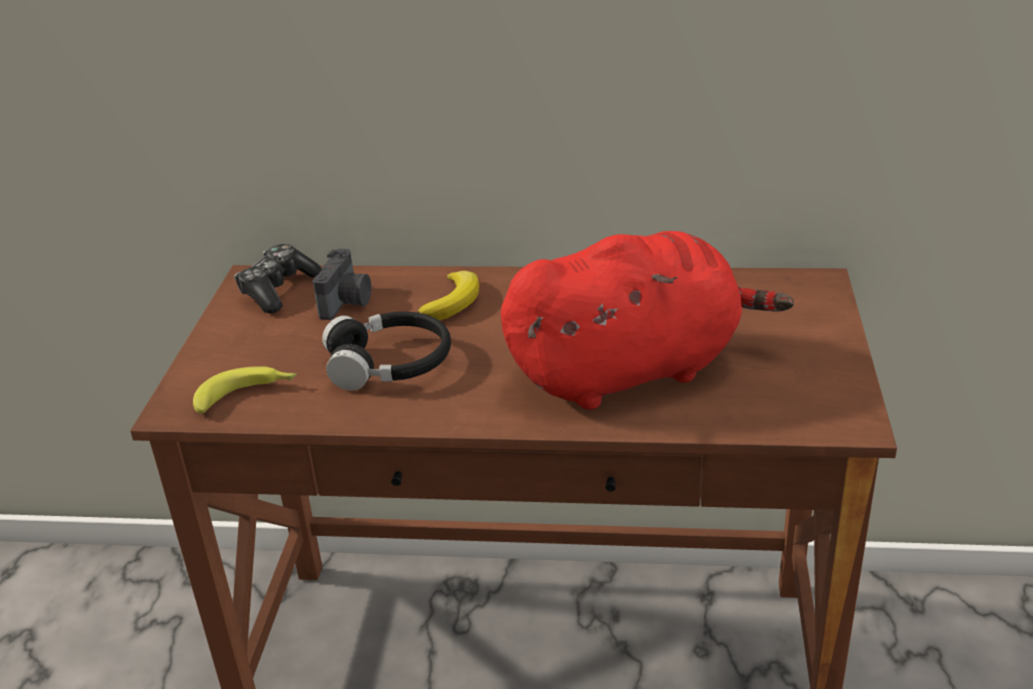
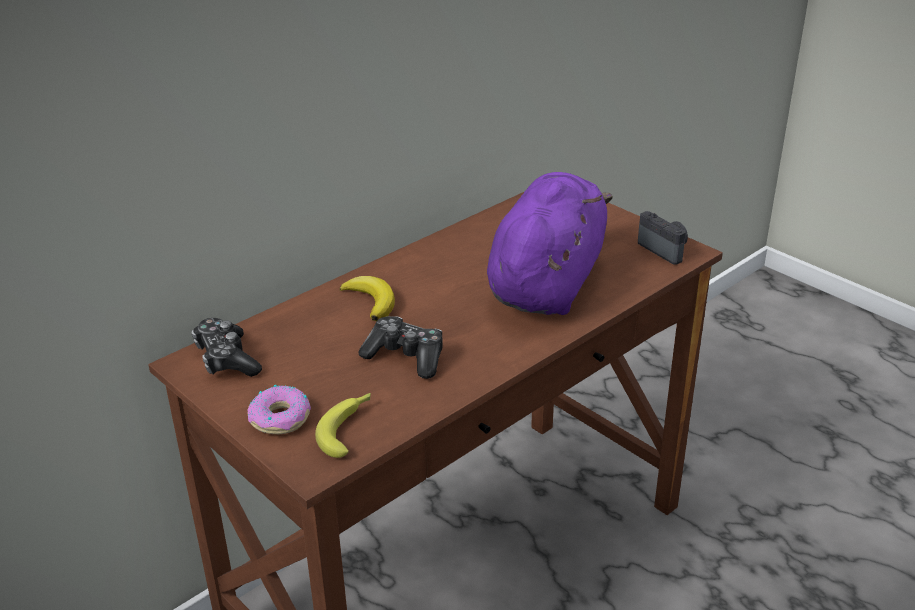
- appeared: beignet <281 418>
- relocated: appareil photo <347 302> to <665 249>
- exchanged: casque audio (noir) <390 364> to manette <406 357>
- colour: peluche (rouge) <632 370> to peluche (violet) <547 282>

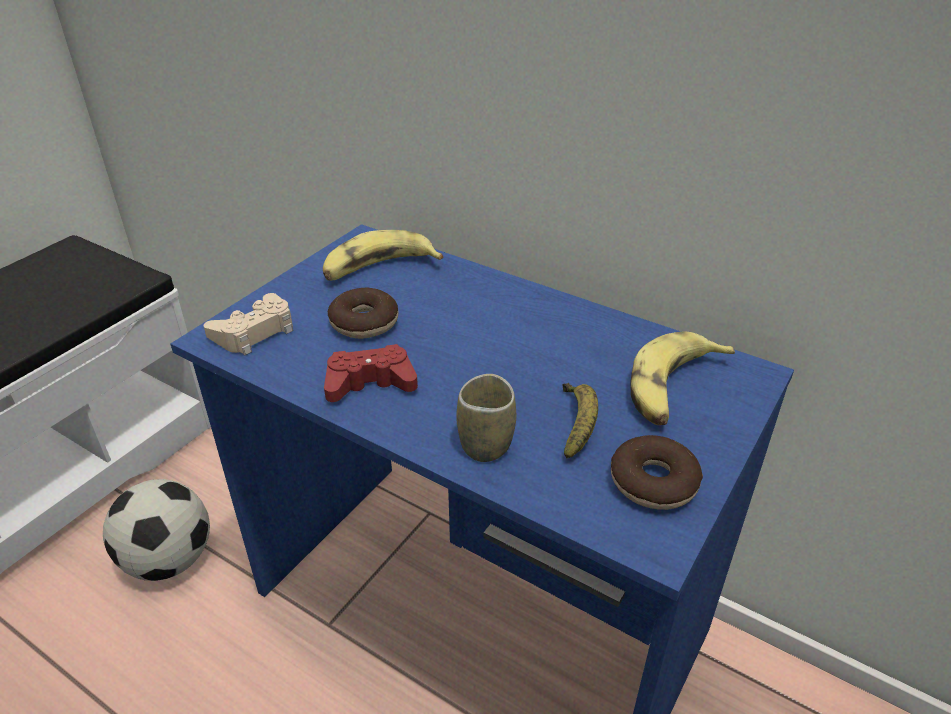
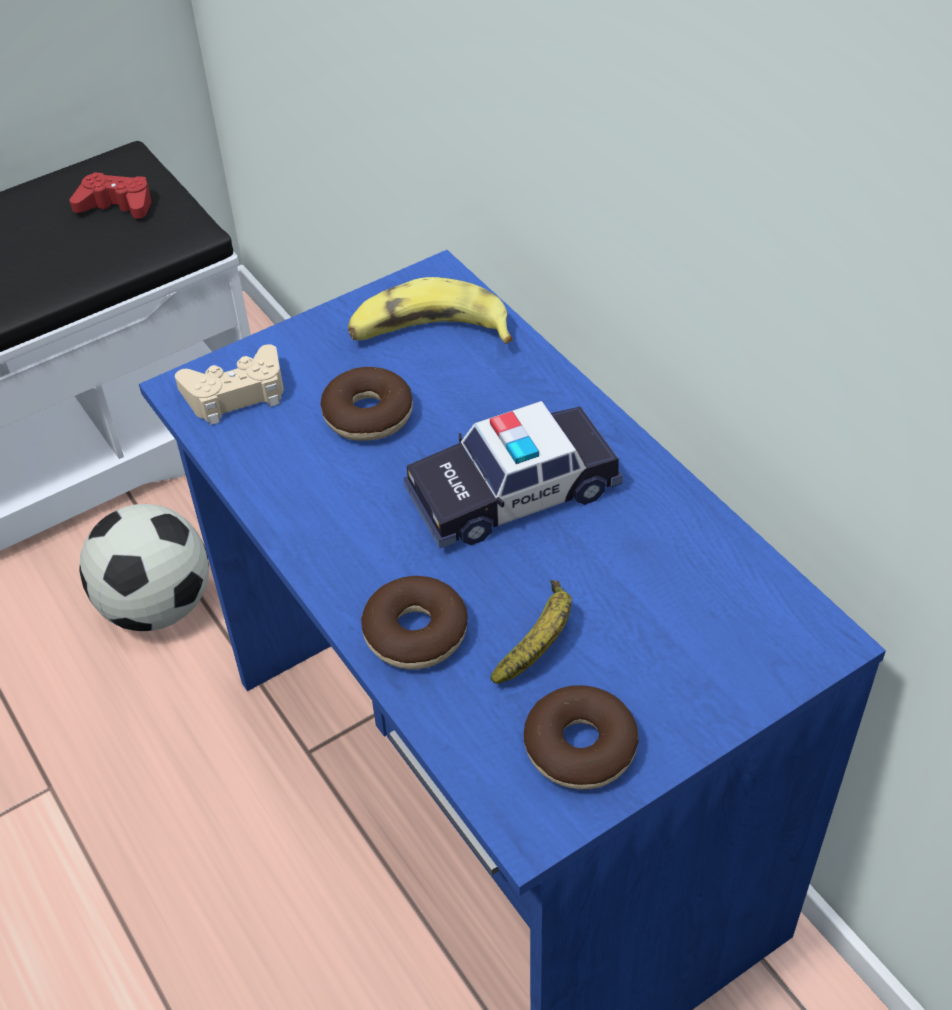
- missing: banane <673 389>
- appeared: petite voiture <513 492>
- relocated: manette (rouge) <370 383> to <116 205>
- exchanged: tasse <486 444> to beignet <415 633>

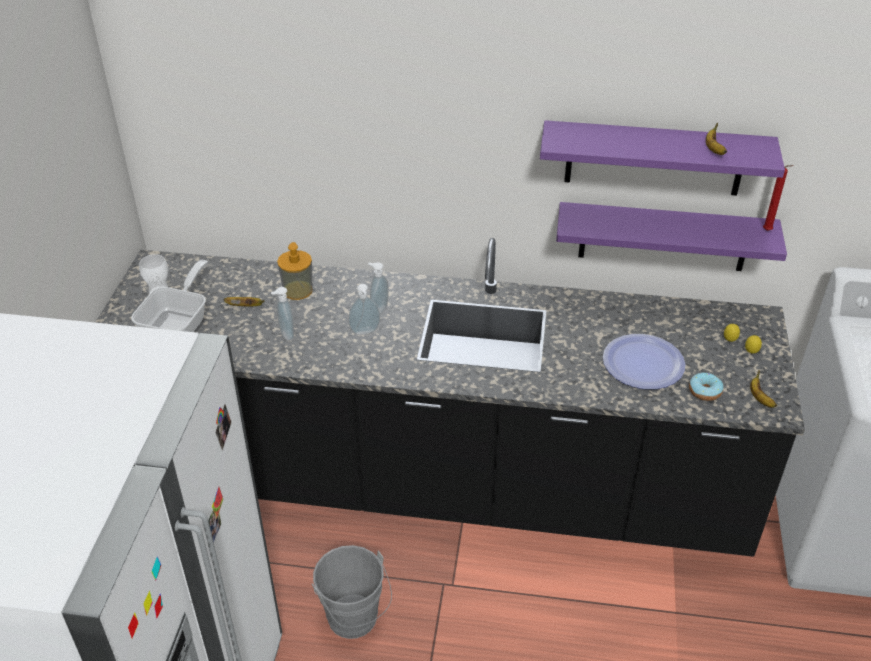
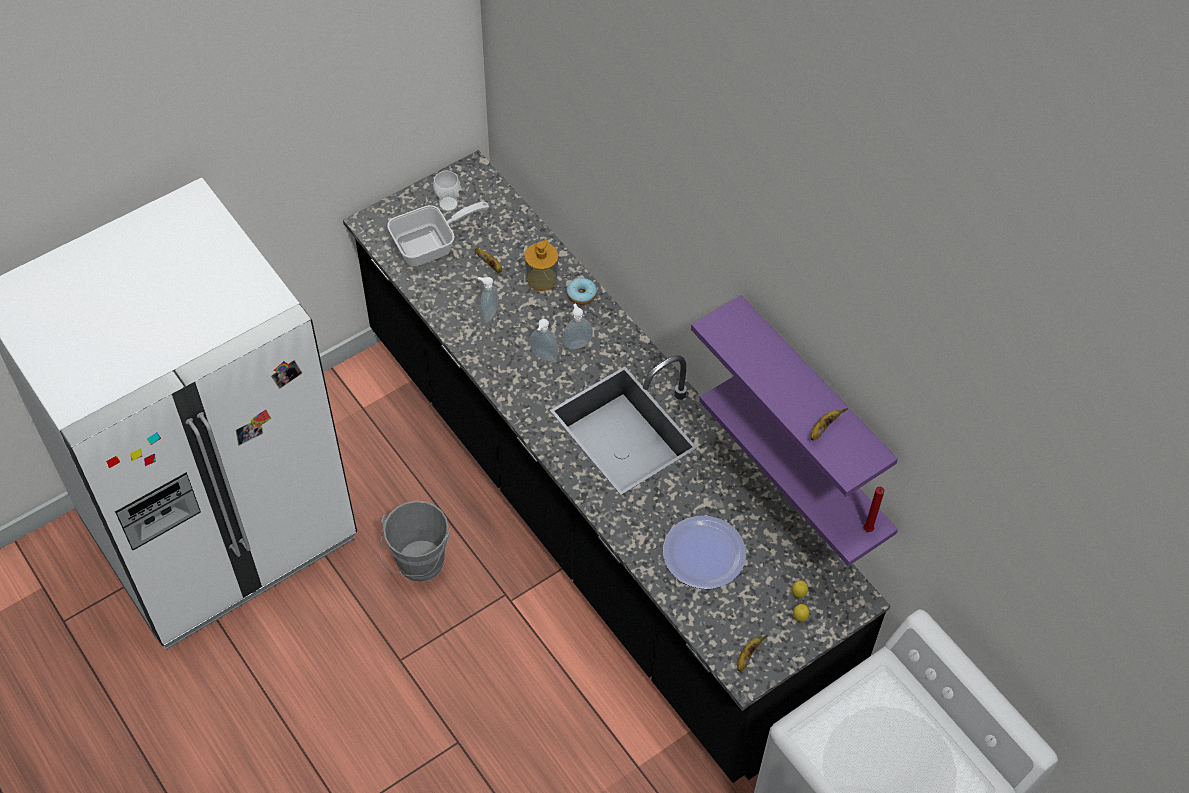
- relocated: beignet <704 391> to <581 295>

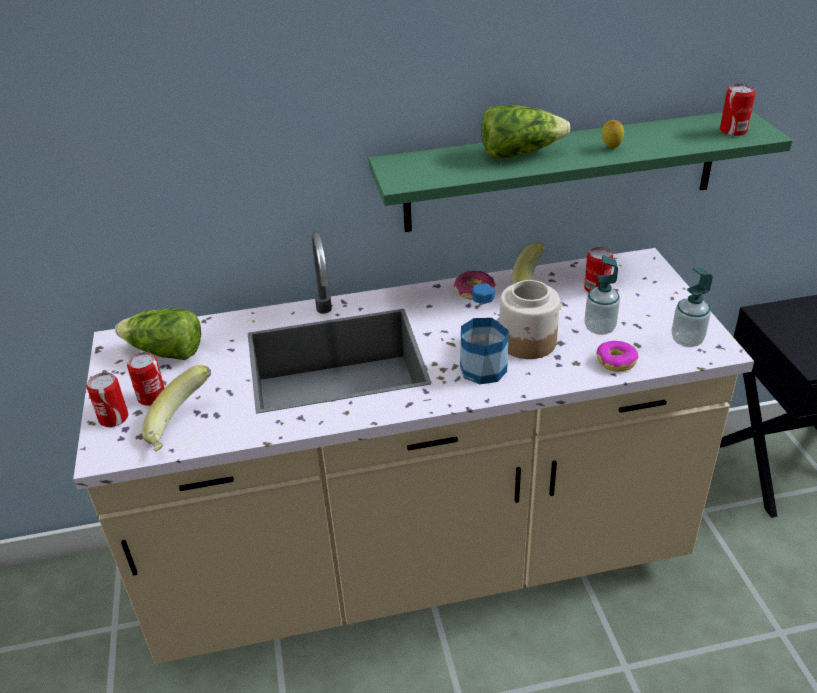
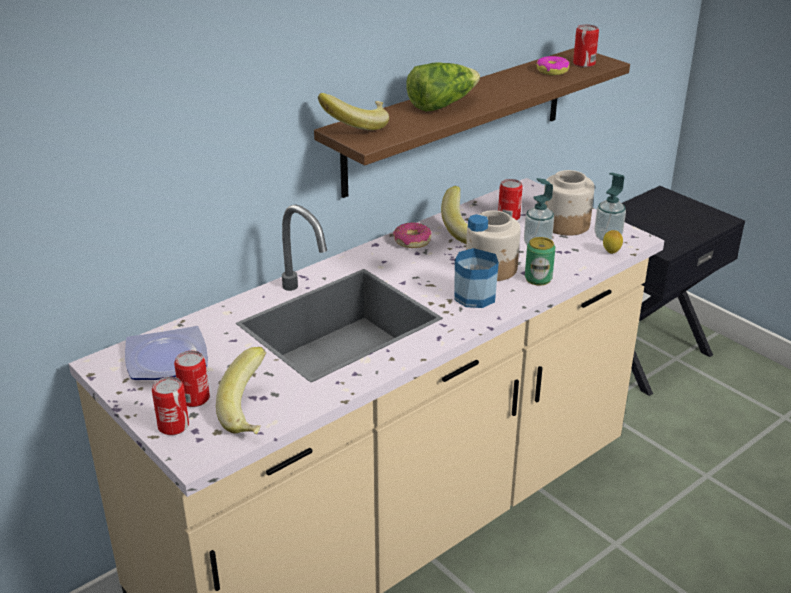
- appeared: banane <355 126>
- appeared: boîte métallique <538 279>
- appeared: bocal <565 224>
- relocated: beignet <616 361> to <552 71>
- relocated: citron <611 148> to <611 253>
- exchanged: laitue <165 352> to assiette <168 360>
- colour: étagère (vert) <561 171> to étagère (marron) <457 120>

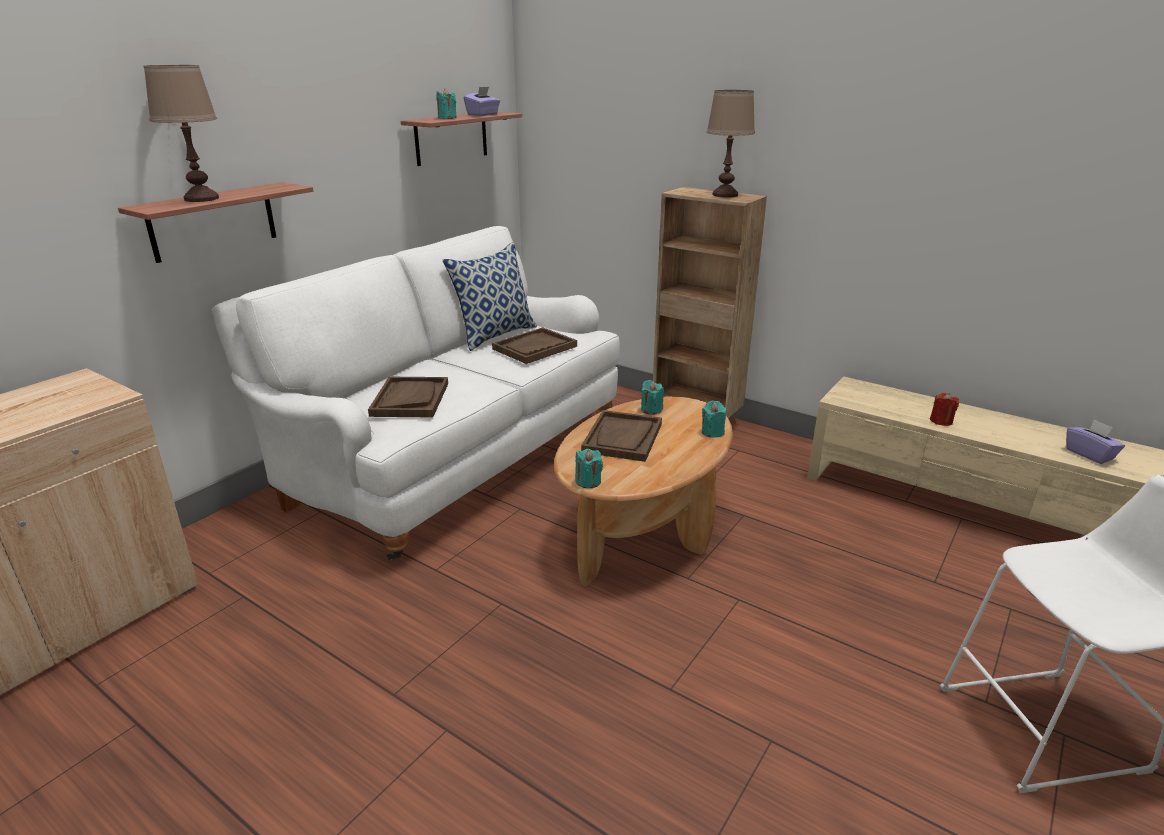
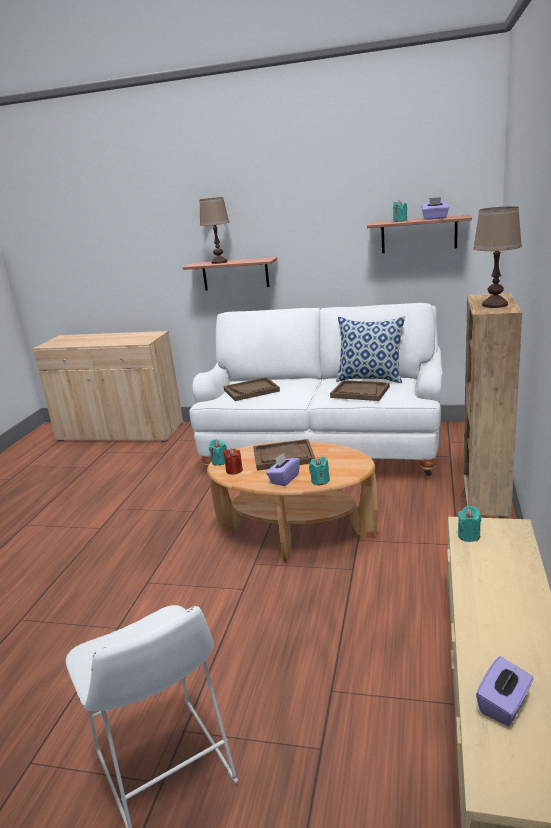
- appeared: boîte à mouchoirs (violet) <284 479>
- relocated: bougie (turquoise) <651 410> to <469 536>
- relocated: bougie (rouge) <941 421> to <234 470>

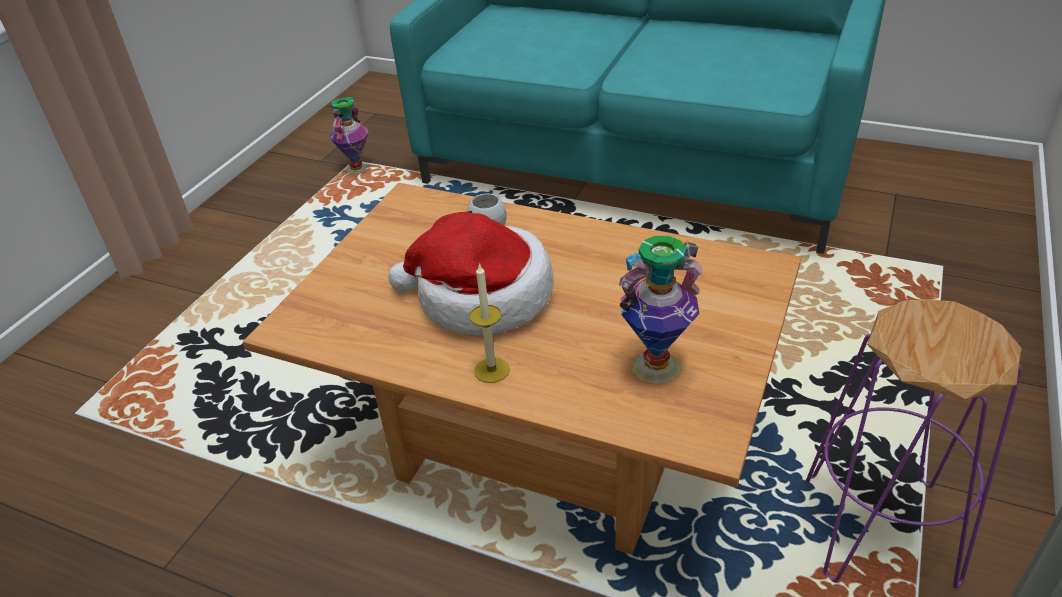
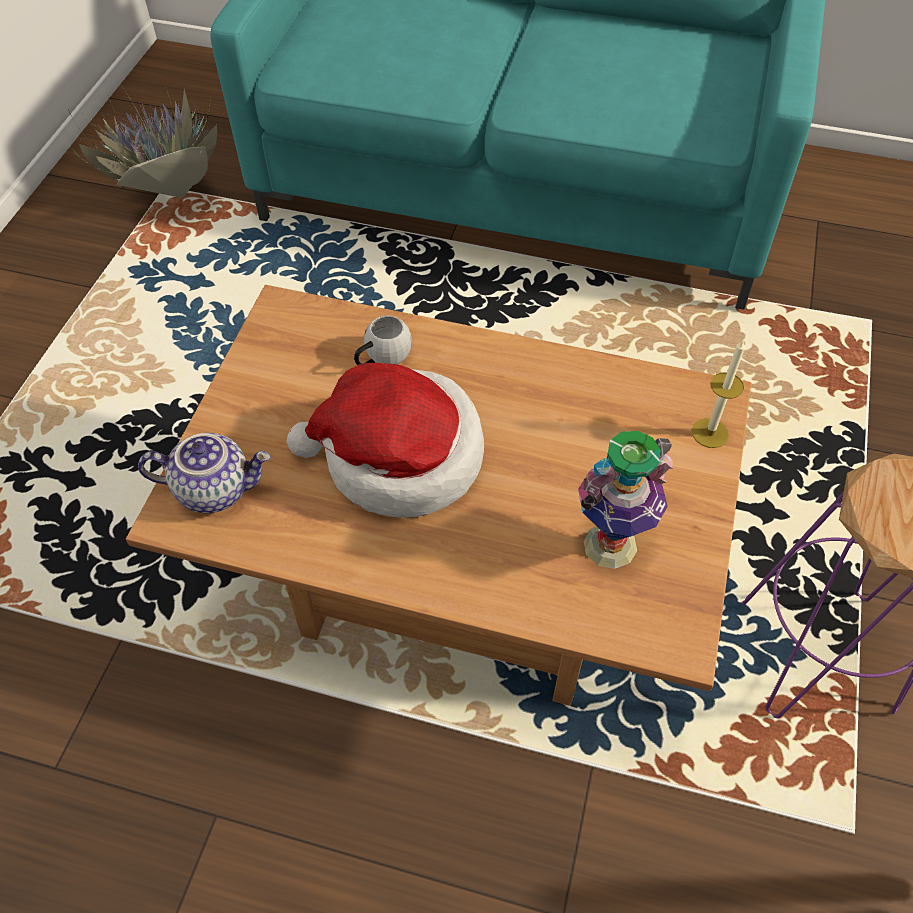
- appeared: théière <215 488>
- relocated: bougie <491 370> to <710 433>
- exchanged: vase <356 169> to plante en pot <170 201>

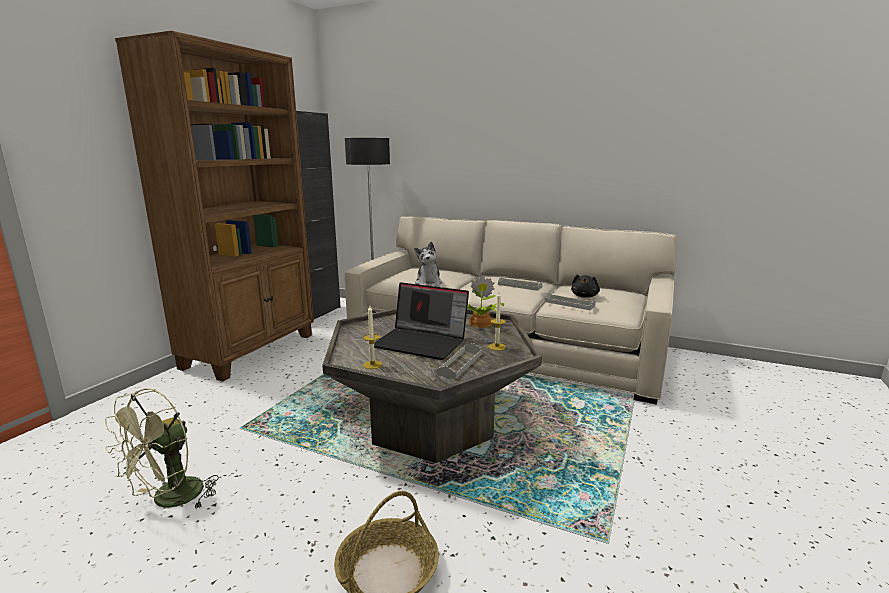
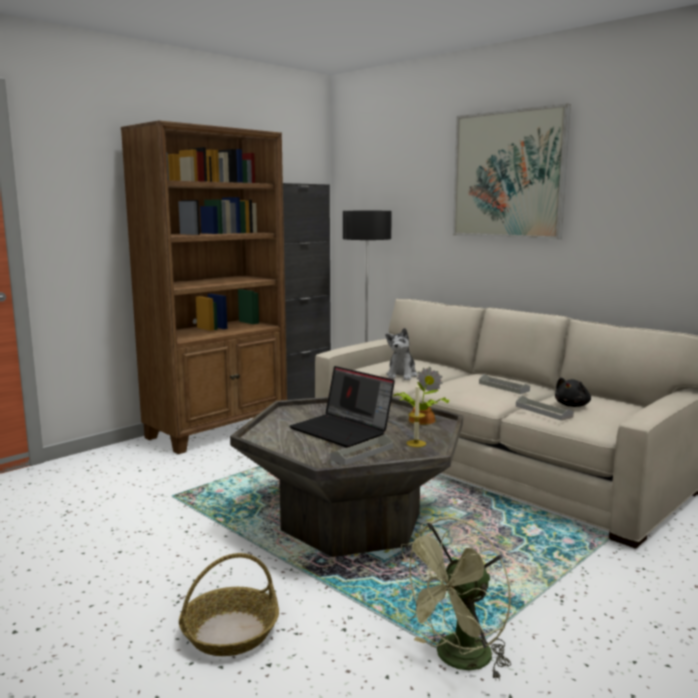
- missing: bougie <372 365>
- appeared: tableau <508 175>
- relocated: ventilateur (vert) <170 500> to <457 660>

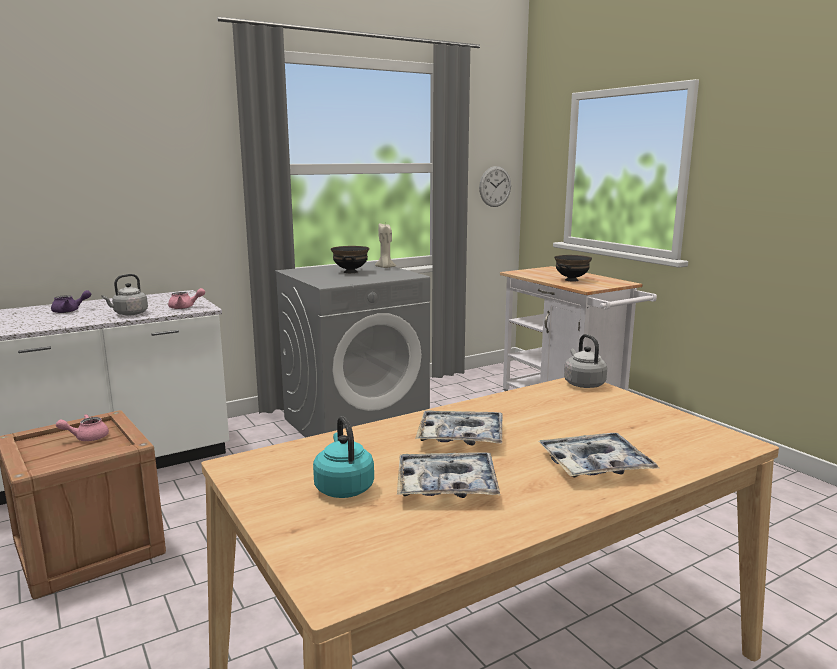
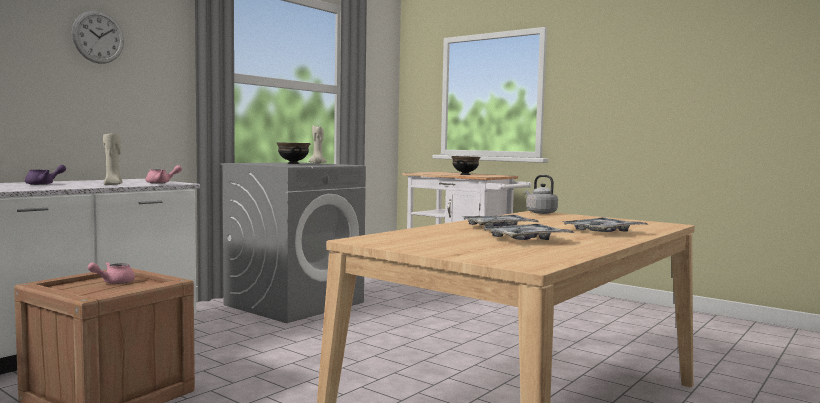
- missing: bouilloire (turquoise) <343 487>
- relocated: horloge murale <495 186> to <98 37>
- exchanged: bouilloire (gris) <129 314> to bougie (beige) <113 185>

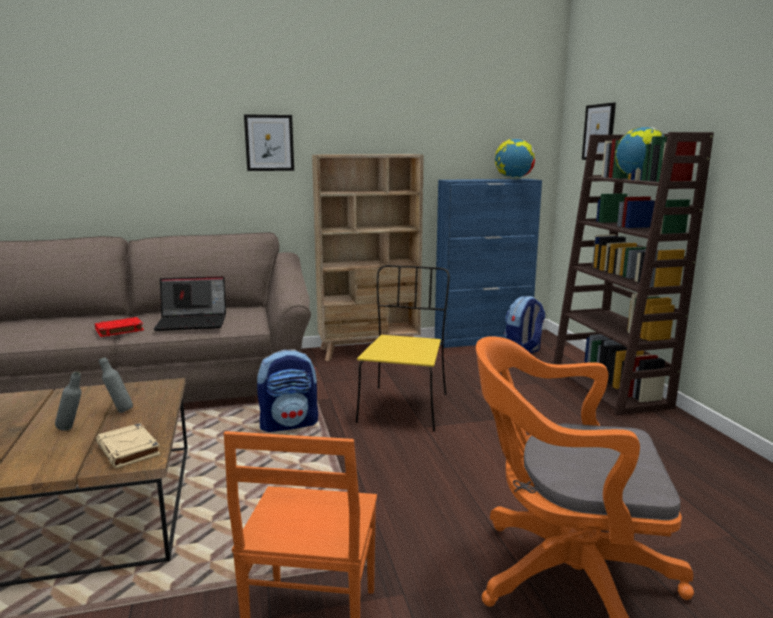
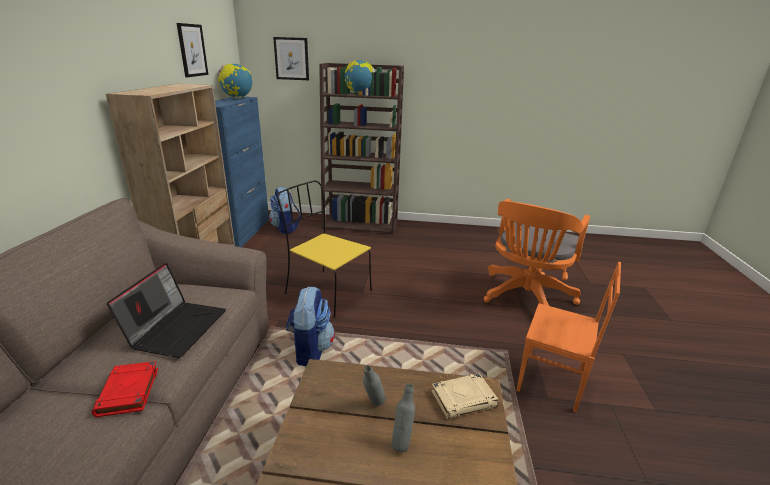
- relocated: tableau <269 143> to <192 50>

